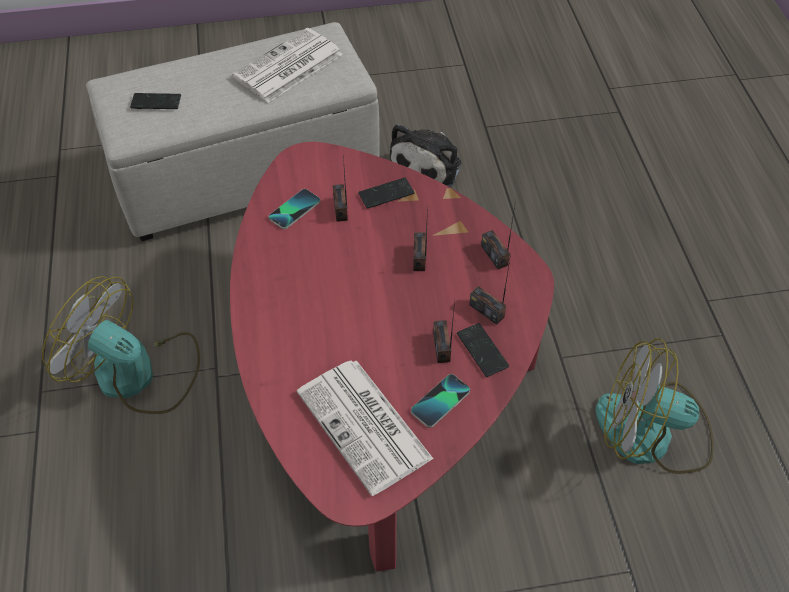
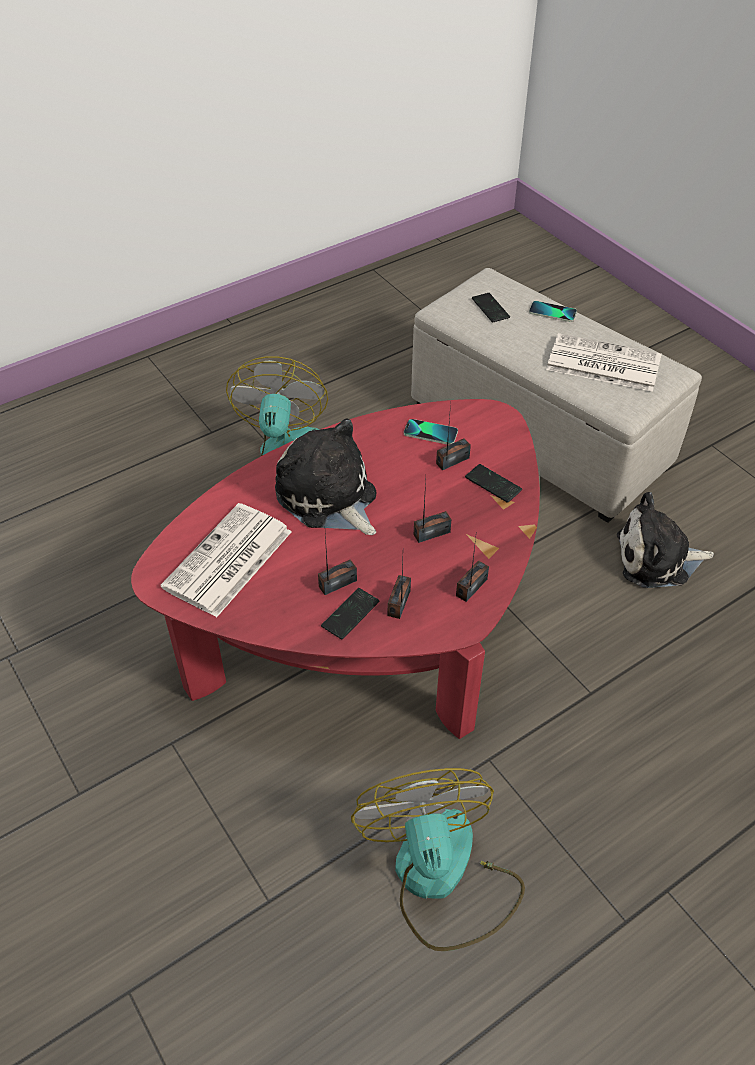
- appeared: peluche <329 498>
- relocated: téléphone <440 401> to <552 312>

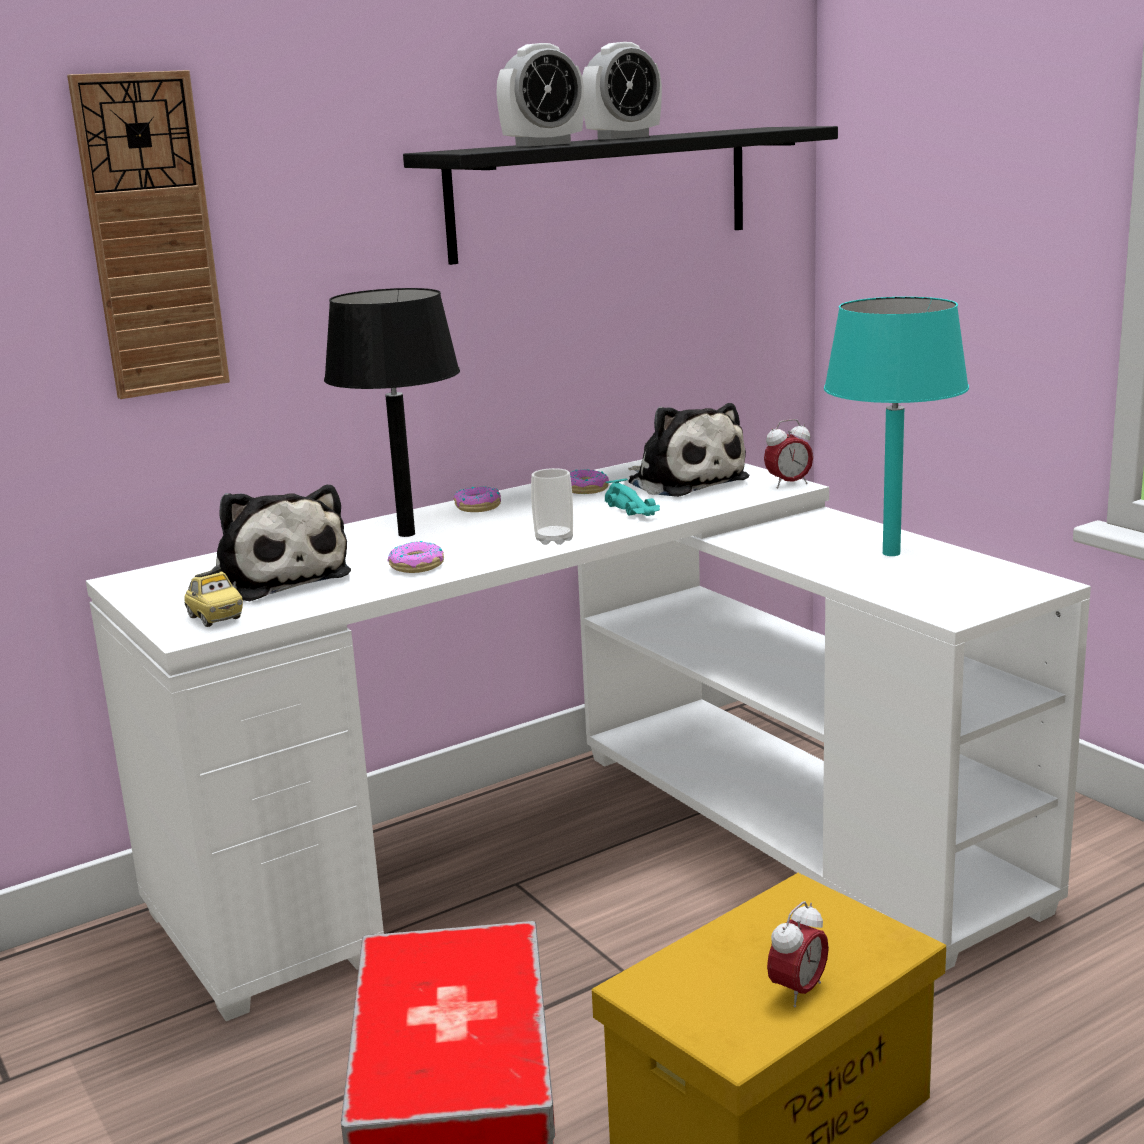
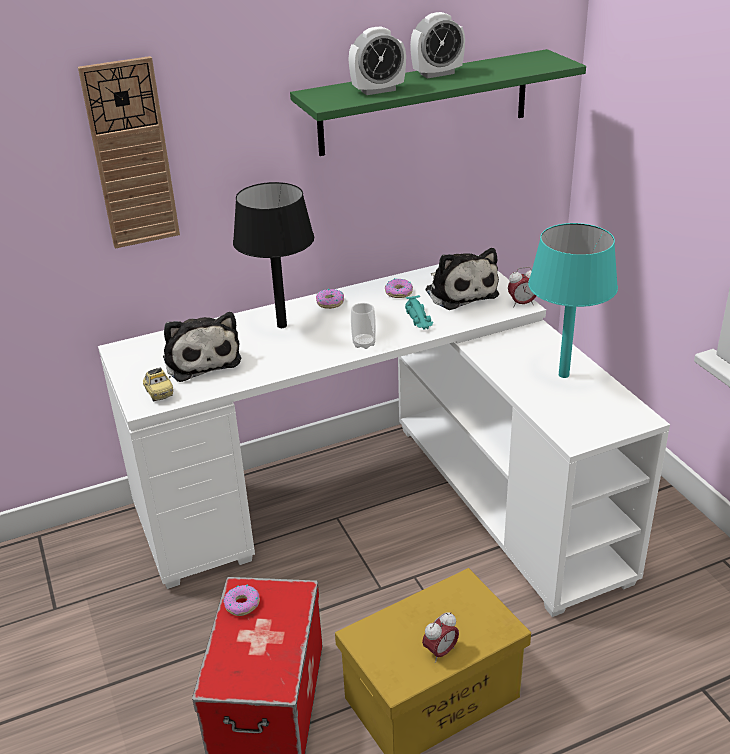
- relocated: beignet <417 566> to <242 604>
- colour: étagère (noir) <601 193> to étagère (vert) <424 103>

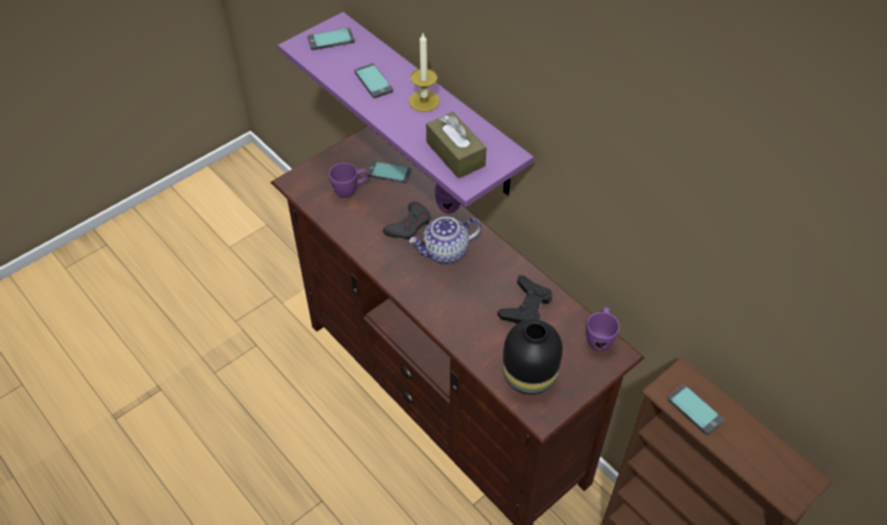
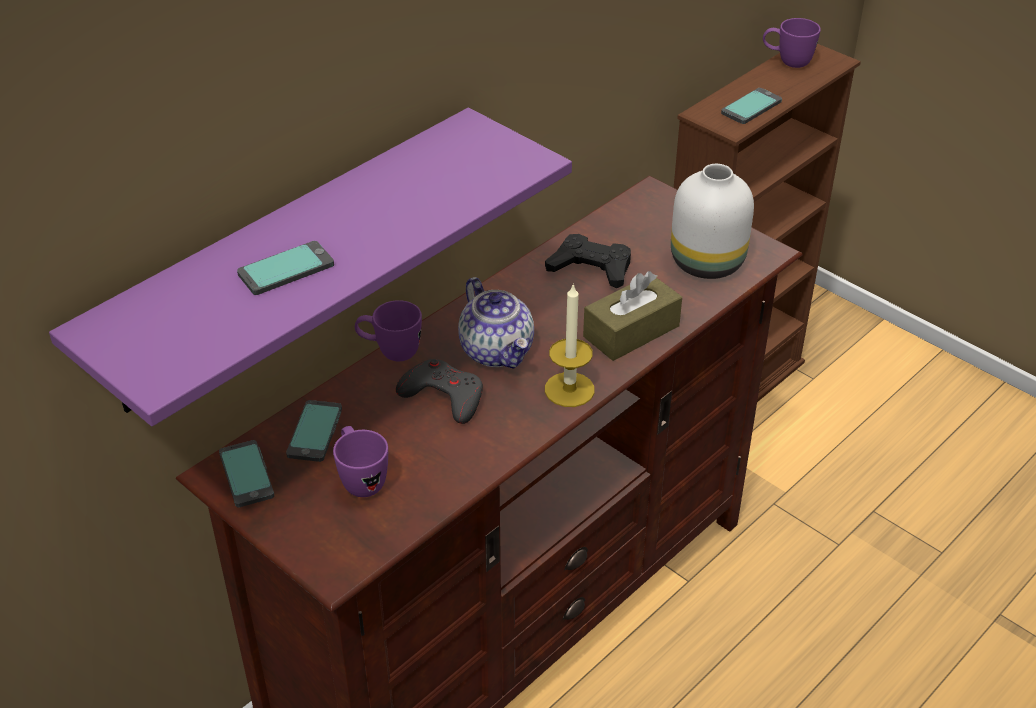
- relocated: téléphone <331 40> to <247 474>
- relocated: bougie <424 101> to <569 389>
- relocated: boîte à mouchoirs (marron) <455 154> to <631 331>
- relocated: mug (violet) <599 338> to <787 62>
- colour: vase (noir) <529 374> to vase (blanc) <705 263>

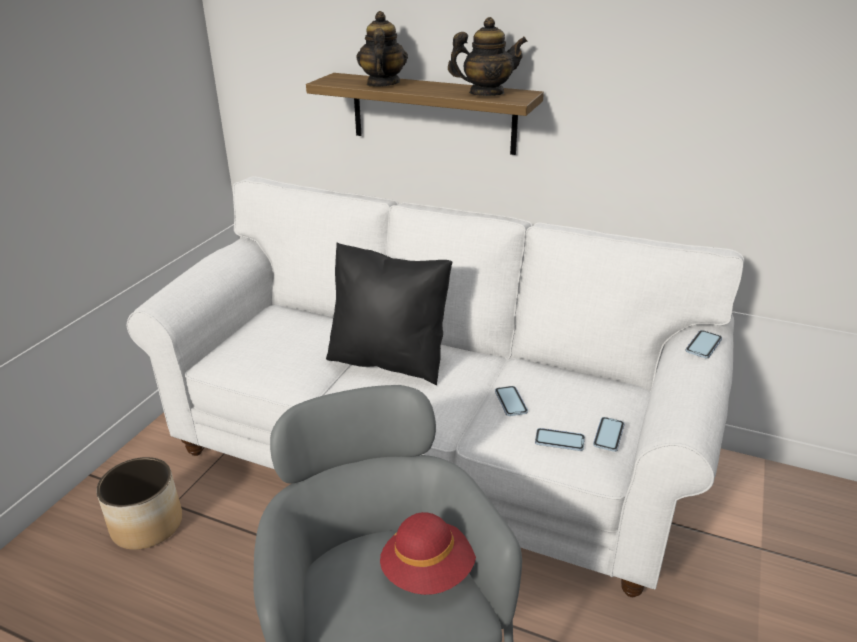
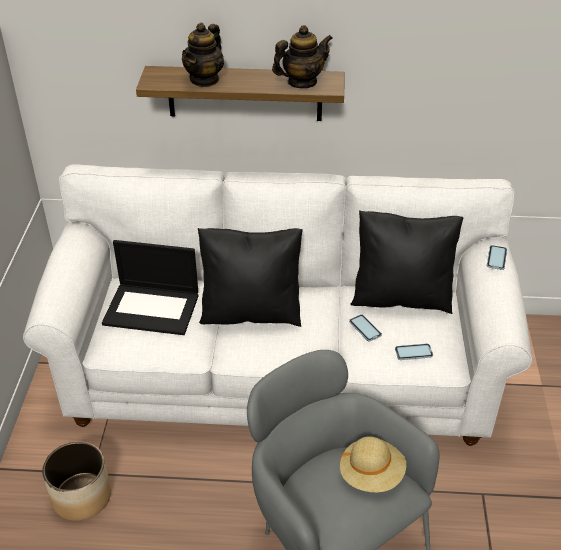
- missing: téléphone <608 435>
- appeared: ordinateur portable <153 308>
- appeared: coussin (noir) <401 297>
- colour: chapeau (rouge) <428 572> to chapeau (beige) <371 474>
- spun: théière <382 84> = <205 79> 135 degrees counterclockwise

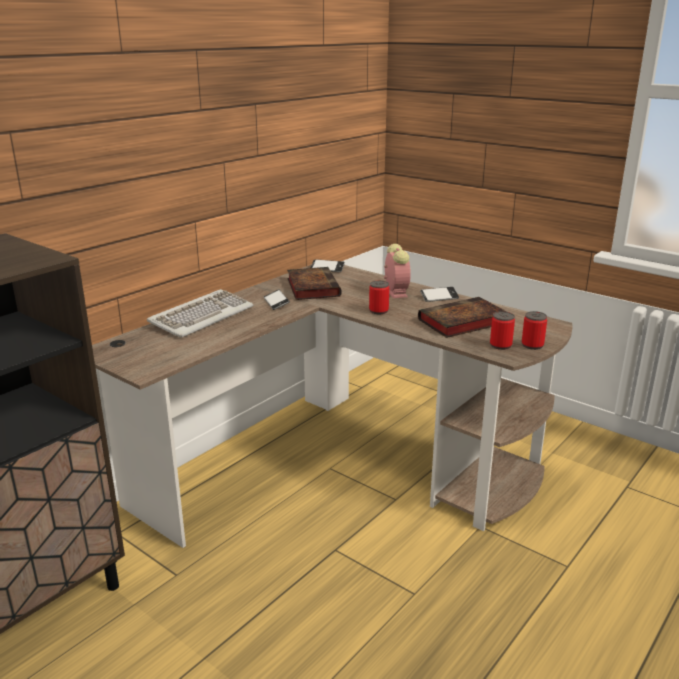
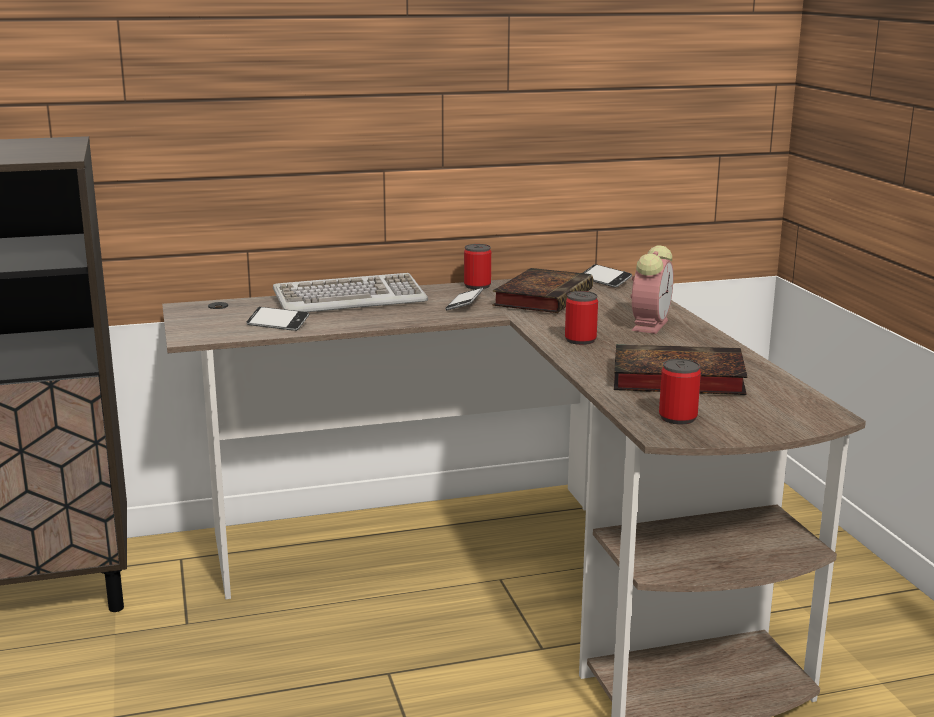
- relocated: téléphone <439 297> to <278 324>
- relocated: boîte métallique <532 345> to <477 286>

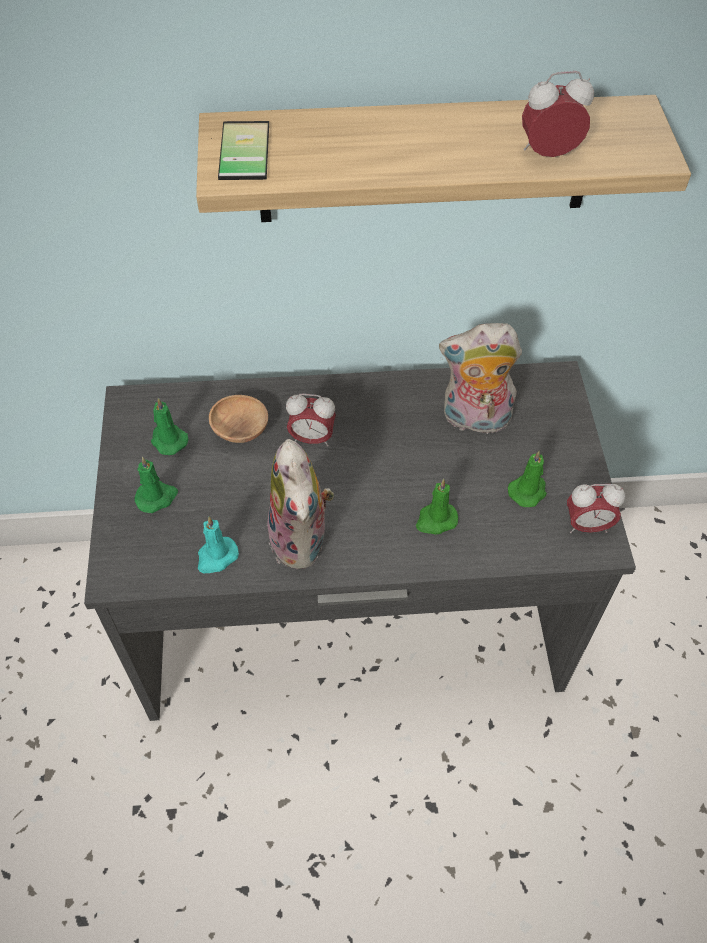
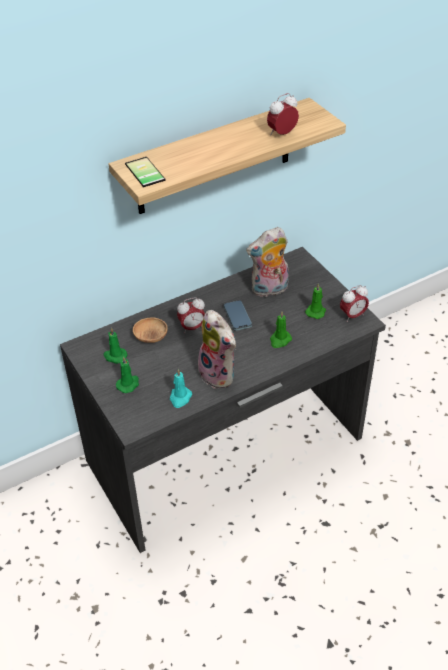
- appeared: téléphone <237 317>

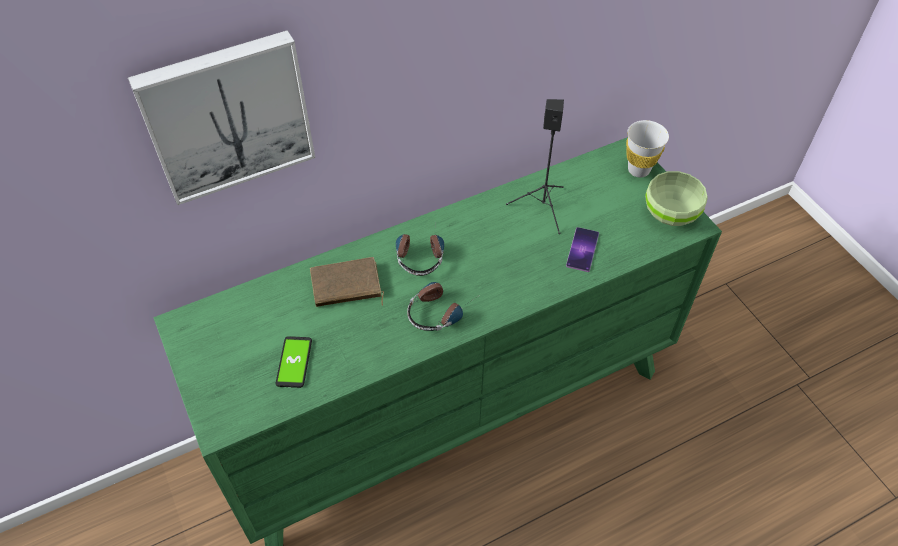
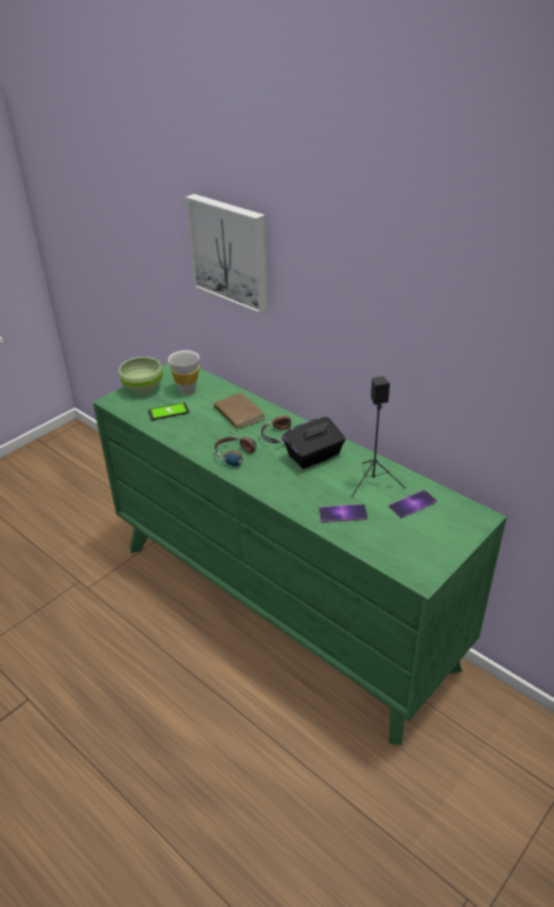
- appeared: boîte à mouchoirs (noir) <314 456>
- appeared: téléphone <412 504>
- relocated: tasse (blanc) <638 170> to <187 390>
- relocated: bol (vert) <669 215> to <142 388>

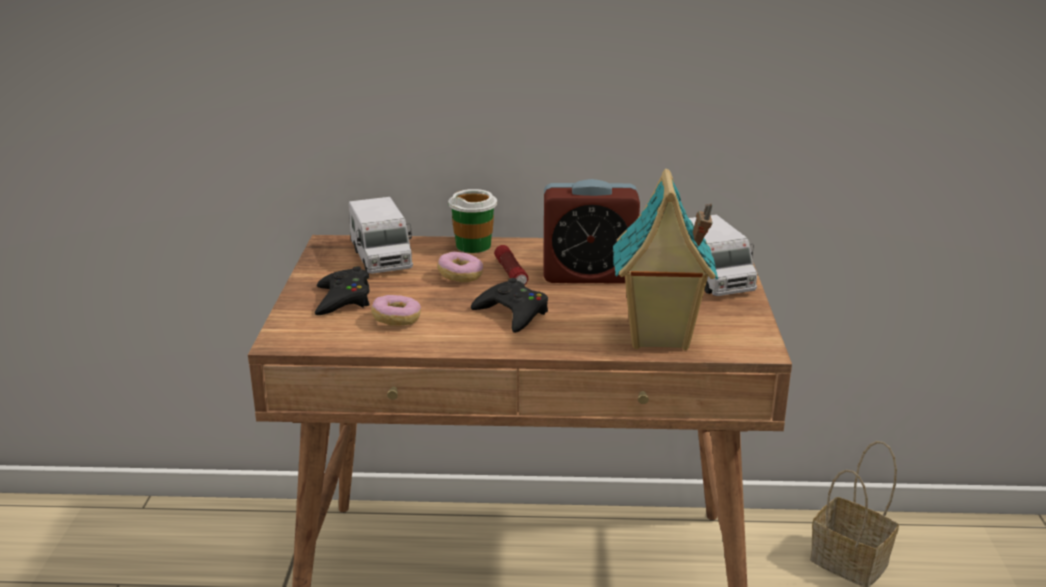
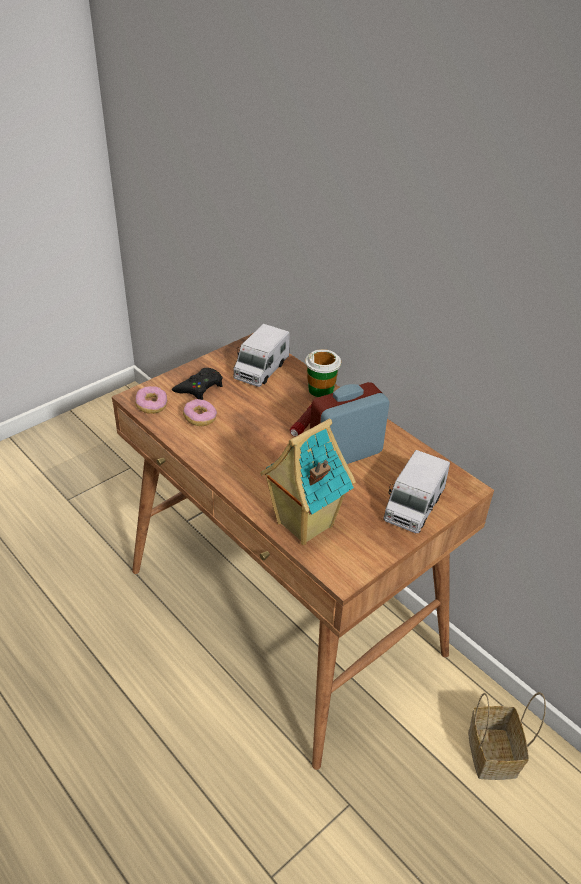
- missing: manette (noir) <513 313>
- relocated: beignet <460 276> to <151 406>
- spun: réveil <588 275> = <345 453> 105 degrees clockwise

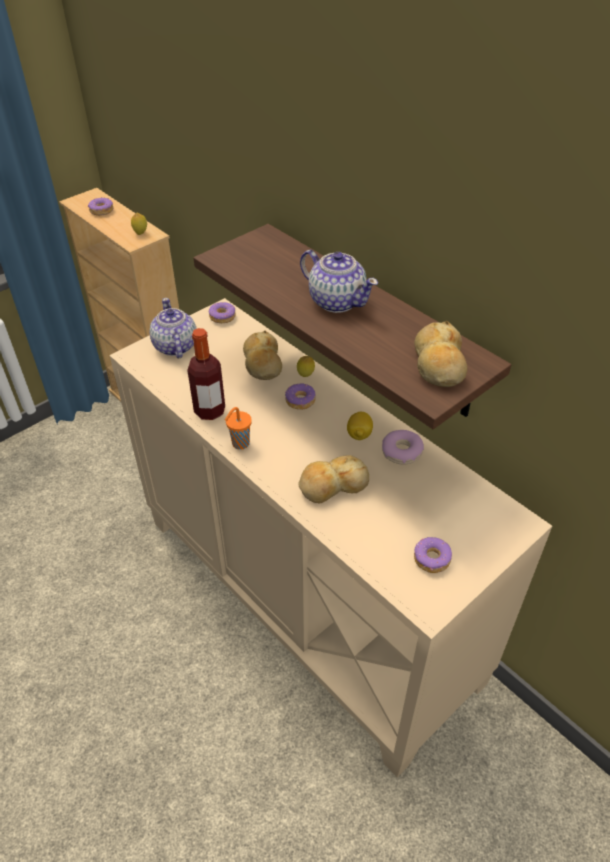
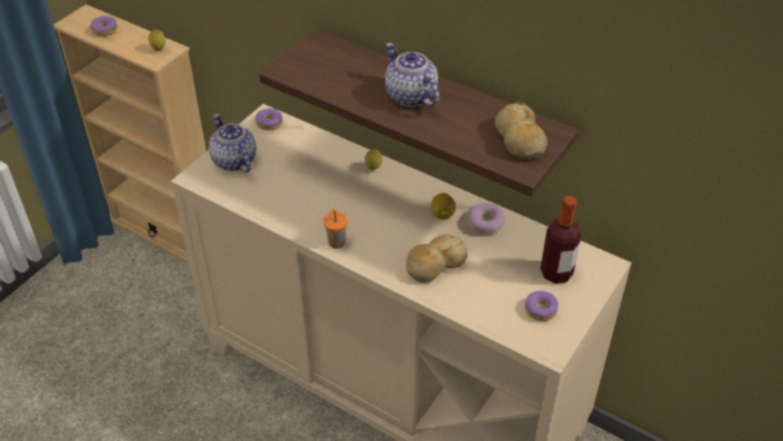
- missing: pain <262 363>
- missing: beignet <300 401>
- relocated: bouteille <210 411> to <556 273>
- spun: théière <336 301> = <411 96> 150 degrees counterclockwise

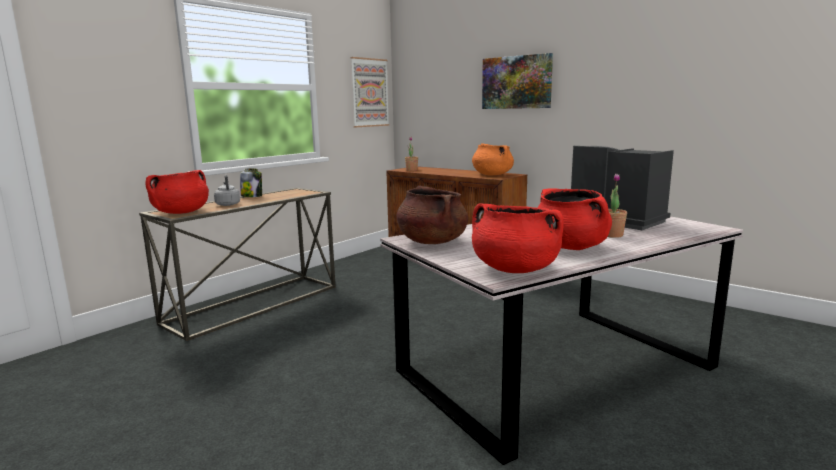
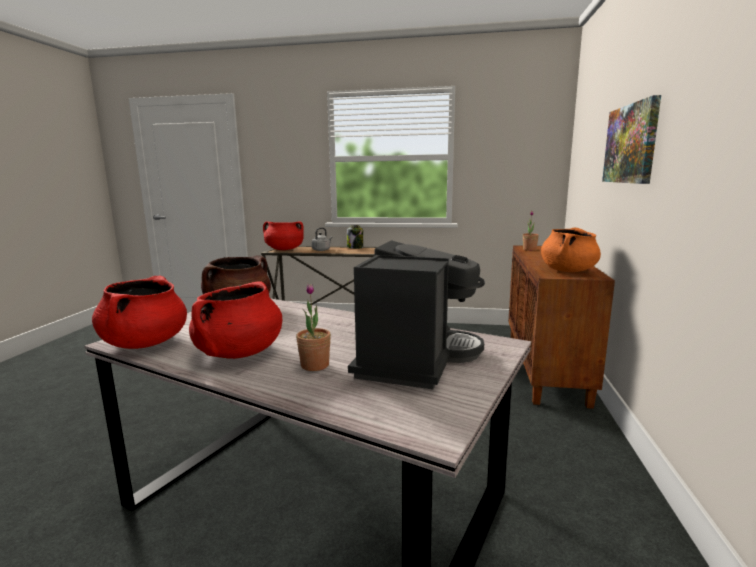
- missing: tableau <369 92>

